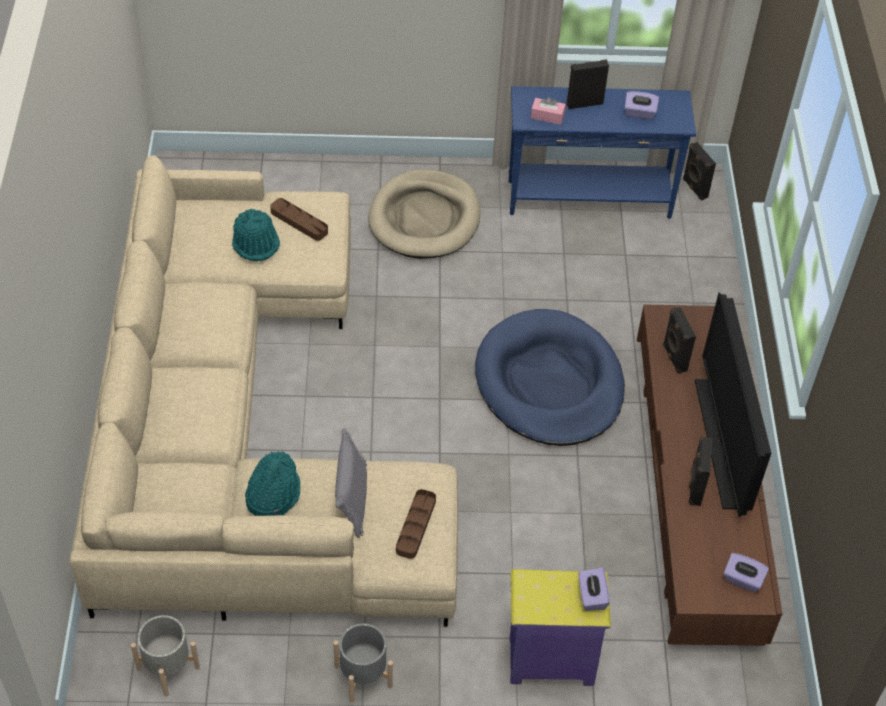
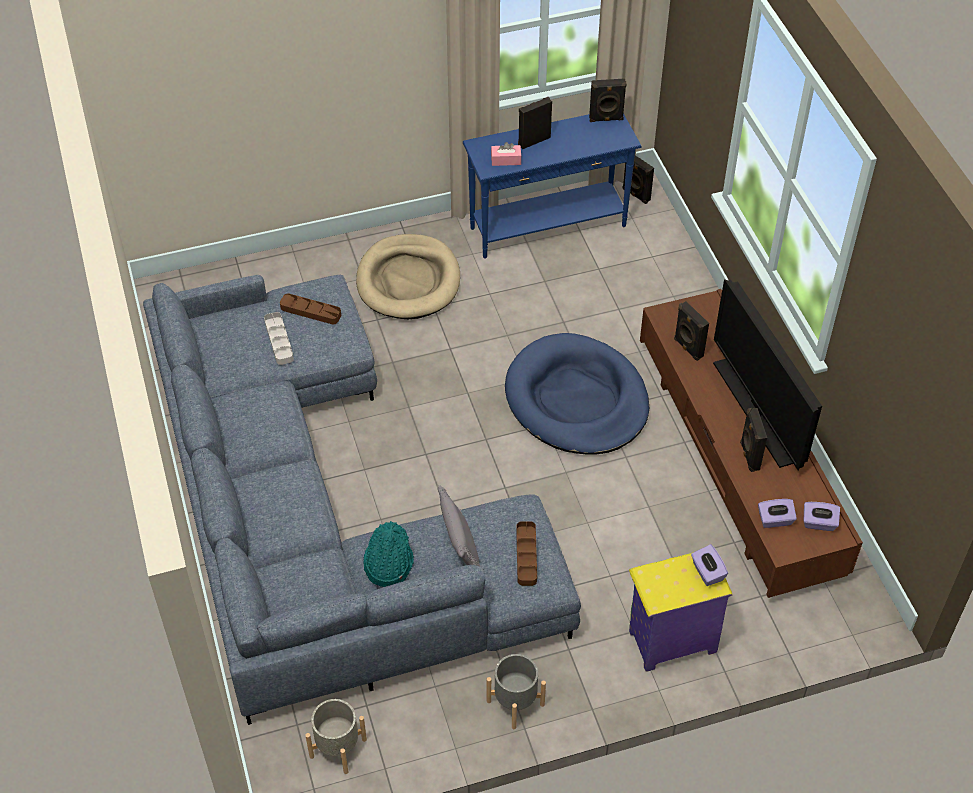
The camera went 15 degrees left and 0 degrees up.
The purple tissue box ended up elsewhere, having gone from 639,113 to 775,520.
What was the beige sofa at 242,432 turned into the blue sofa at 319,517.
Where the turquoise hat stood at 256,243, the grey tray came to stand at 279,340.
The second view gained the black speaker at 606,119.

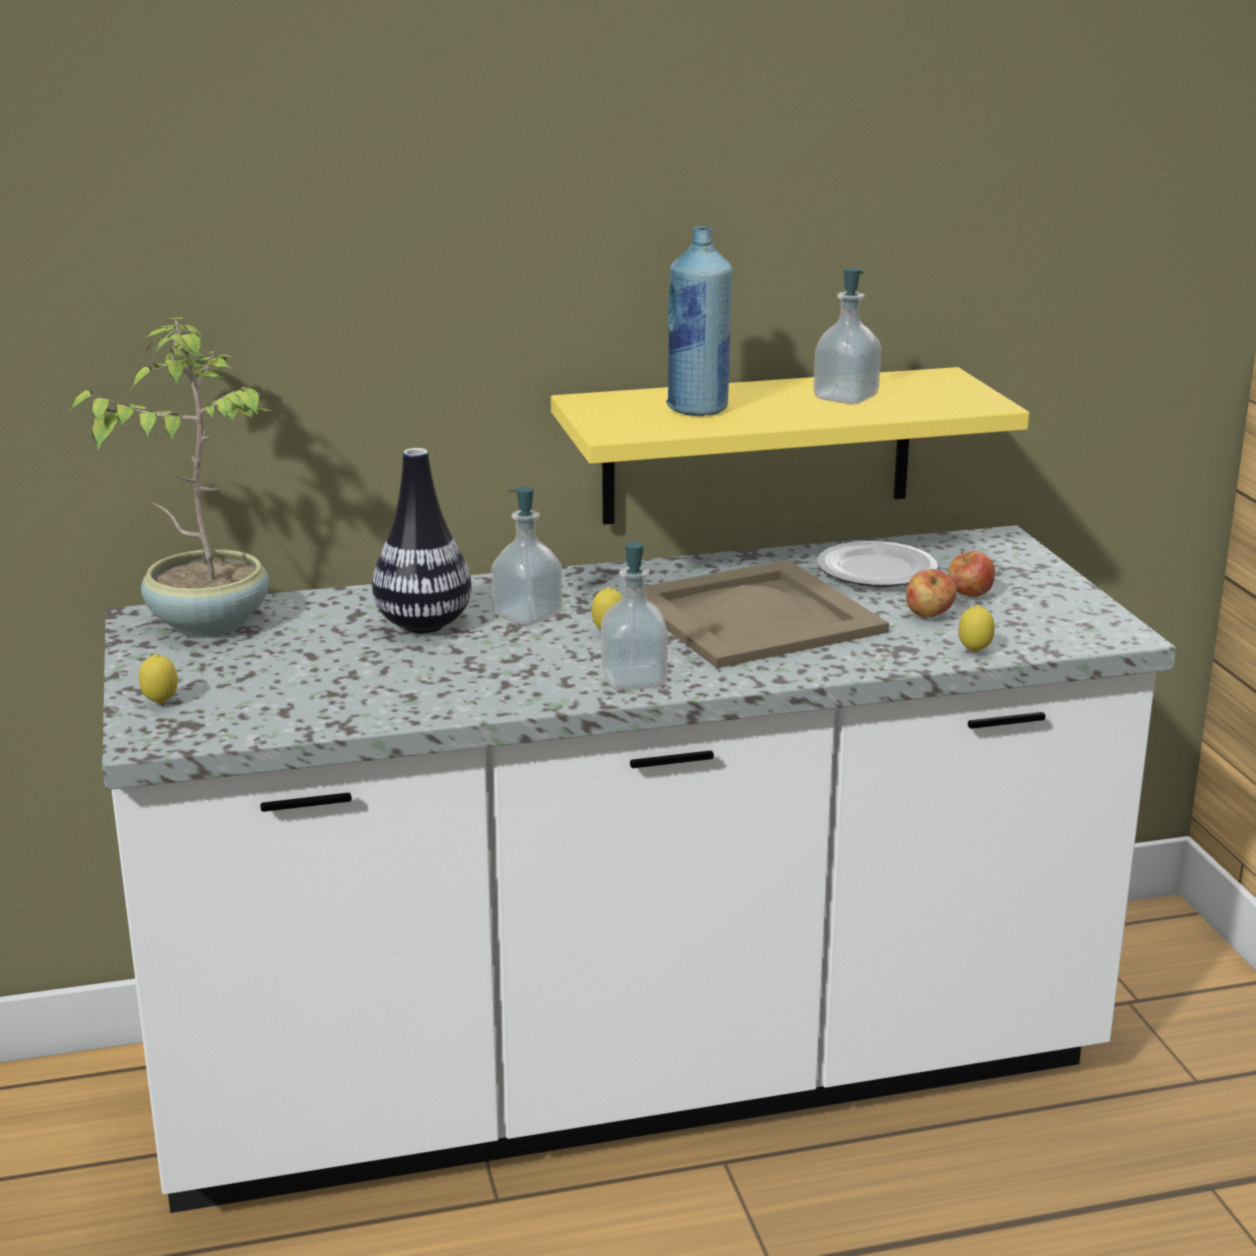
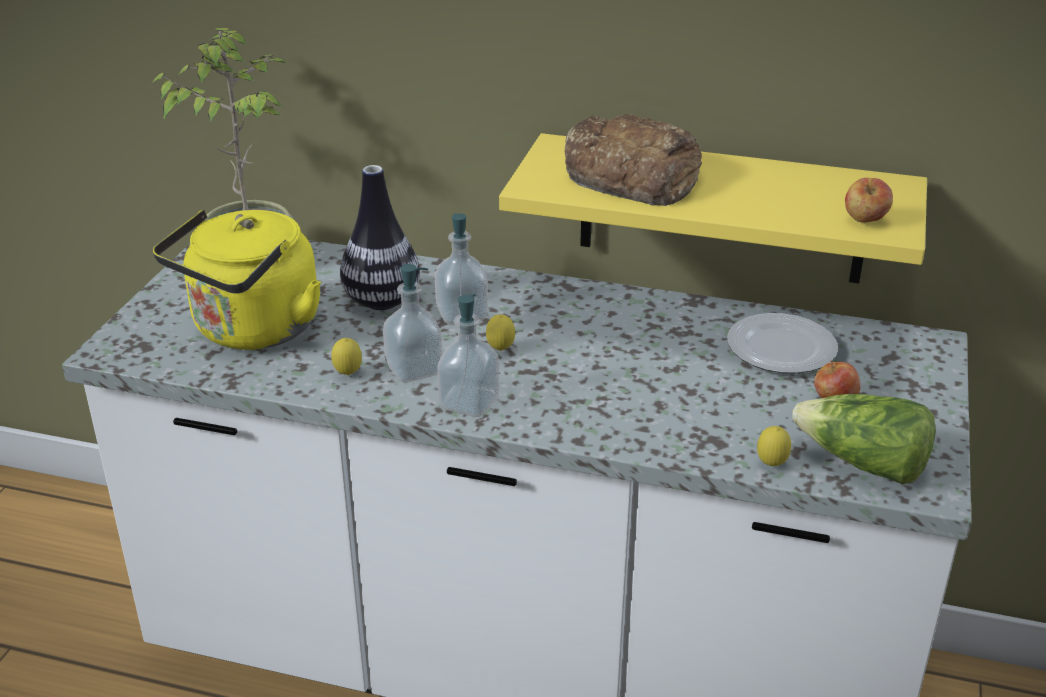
The camera went 30 degrees right and 10 degrees up.
Where the blue bottle stood at 698,409, the bread came to stand at 632,176.
The soap dispenser ended up elsewhere, having gone from 845,398 to 414,369.
The second view lost the beige tray at 757,615.
The apple ended up elsewhere, having gone from 928,616 to 864,221.
The lemon ended up elsewhere, having gone from 161,703 to 348,374.
The second view gained the yellow kettle at 252,331.
The second view gained the lettuce at 863,464.

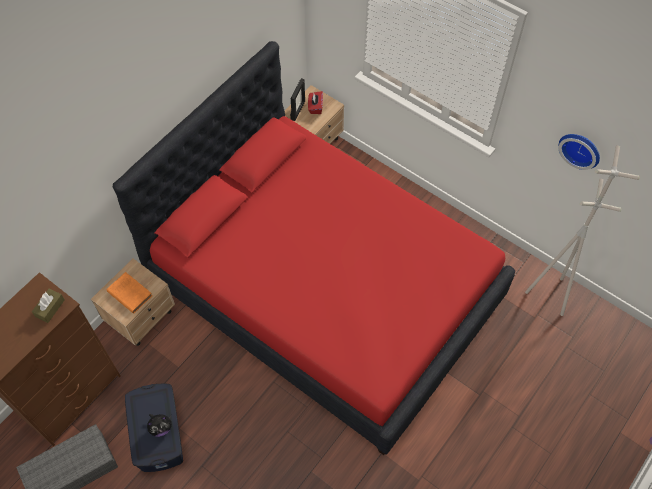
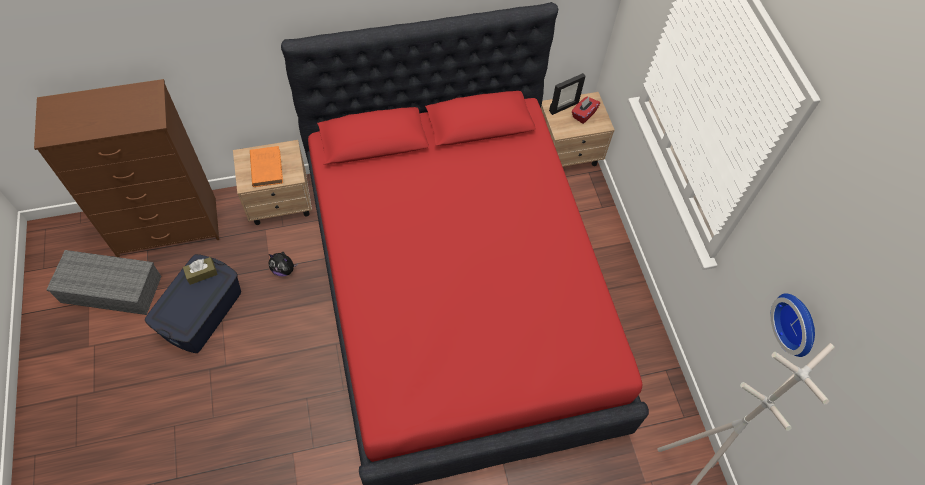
The camera went 35 degrees right and 0 degrees up.
The brown tissue box ended up elsewhere, having gone from 50,308 to 201,273.
The plush toy ended up elsewhere, having gone from 161,427 to 284,270.

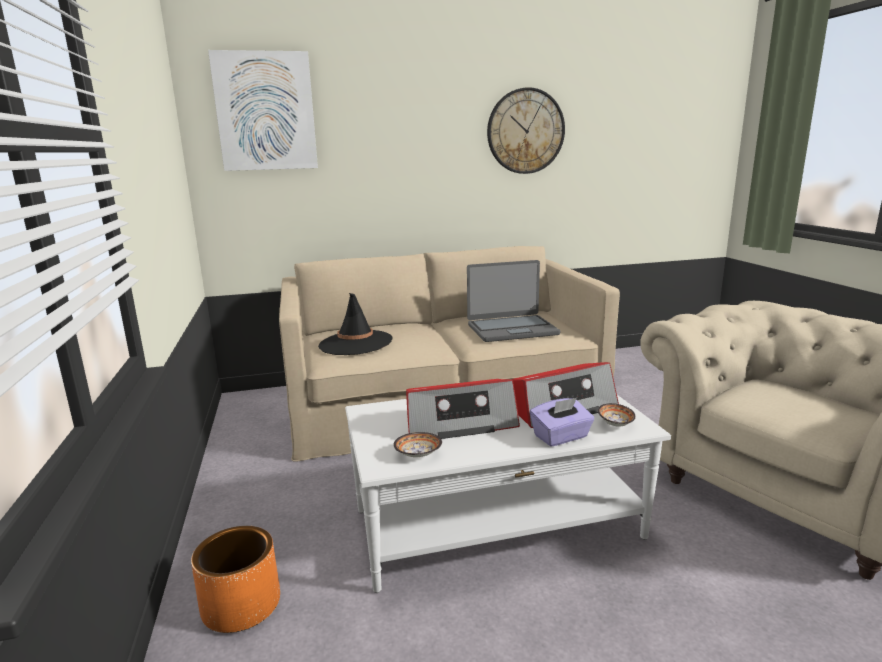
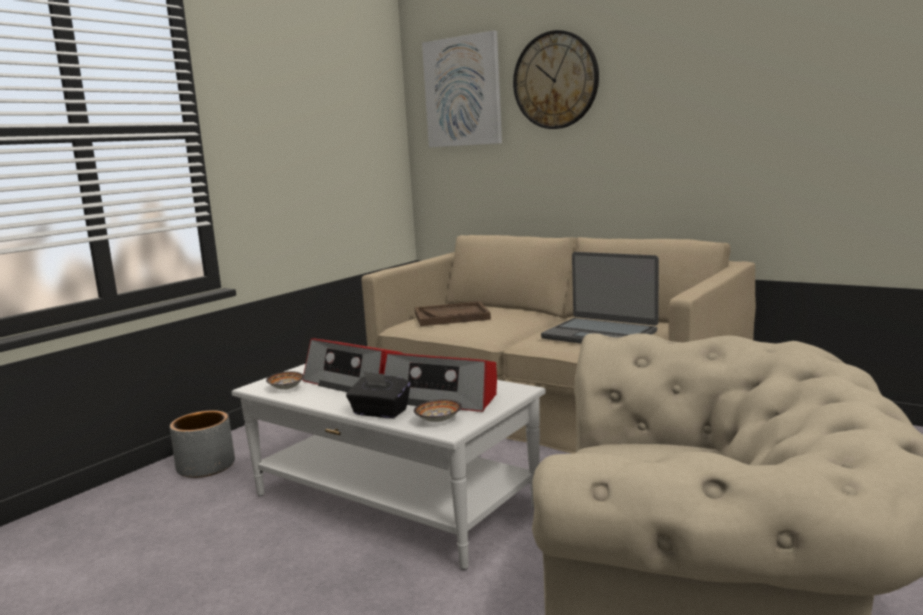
The camera went 50 degrees right and 5 degrees down.
The wall clock ended up elsewhere, having gone from 525,131 to 555,80.
Where the black hat stood at 355,343, the brown tray came to stand at 451,316.
What was the purple tissue box at 561,437 turned into the black tissue box at 380,412.
What was the orange planter at 241,605 turned into the grey planter at 206,466.

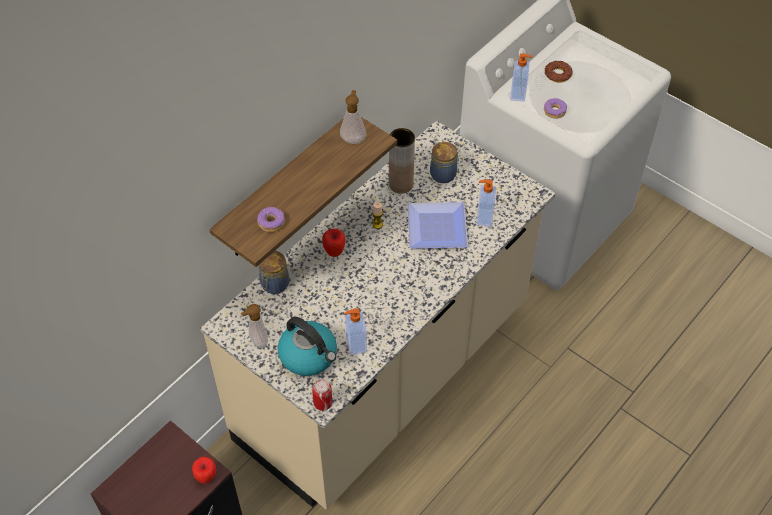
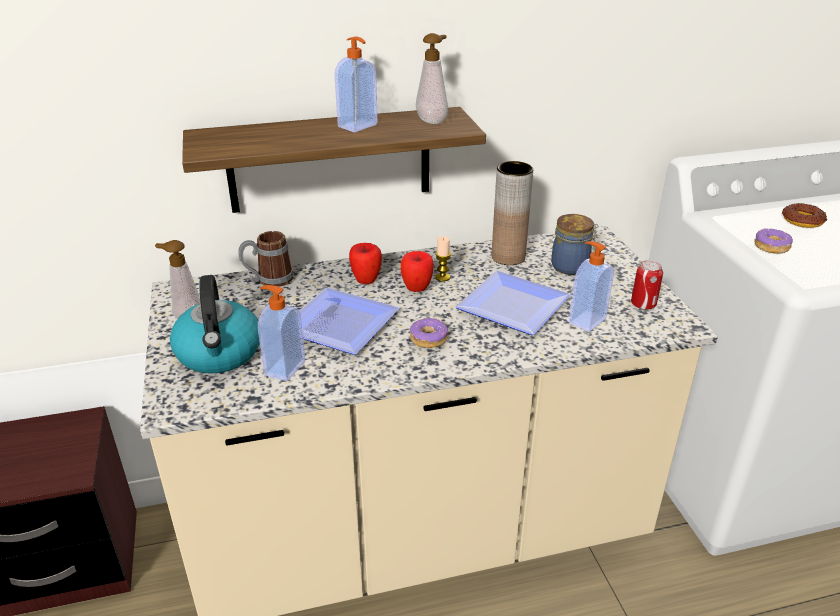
The camera went 35 degrees right and 20 degrees down.
The soap dispenser ended up elsewhere, having gone from 518,94 to 358,126.
The donut ended up elsewhere, having gone from 271,222 to 428,339.
Where the jar stood at 274,285, the mug came to stand at 268,280.
The can ended up elsewhere, having gone from 323,403 to 643,304.
The apple ended up elsewhere, having gone from 206,477 to 417,289.
The second view gained the plate at 335,325.

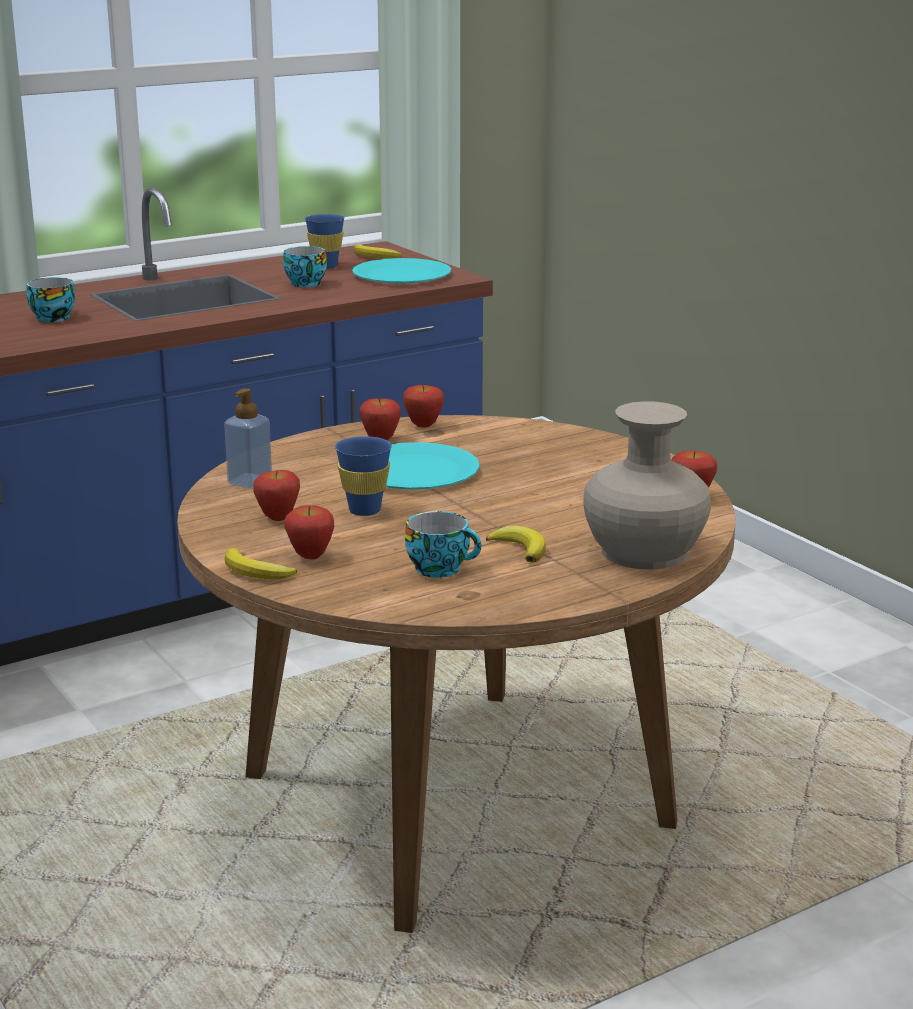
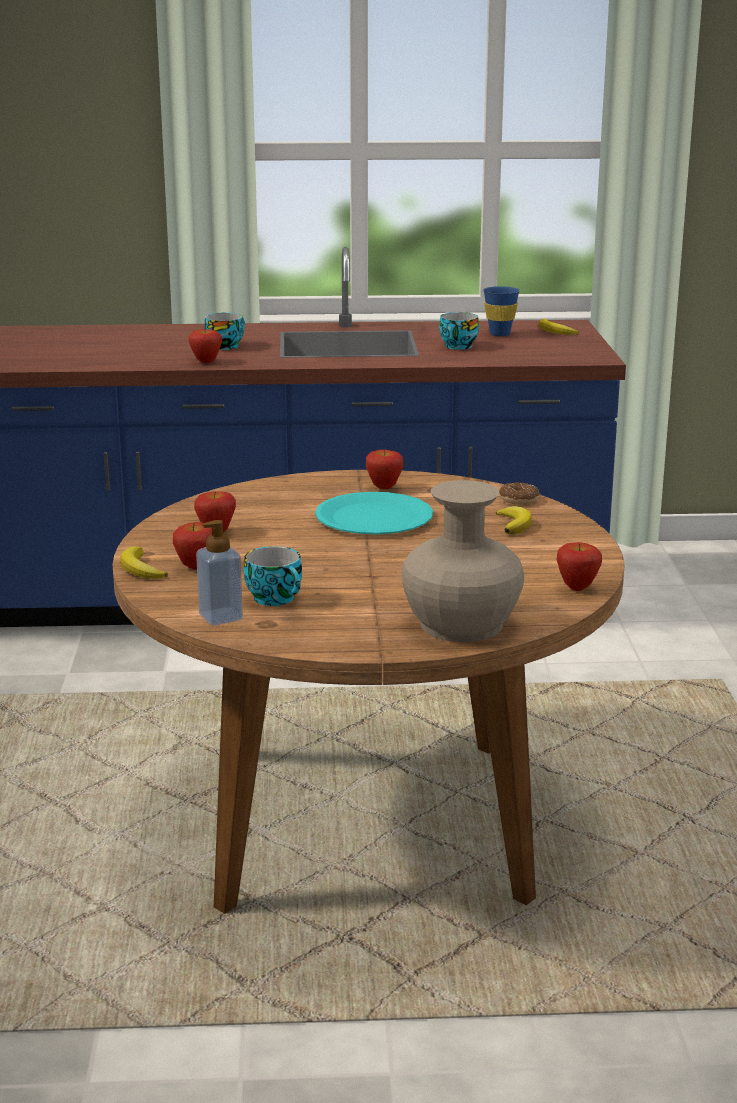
The camera went 30 degrees right and 0 degrees up.
The second view lost the turquoise plate at 401,275.
The apple ended up elsewhere, having gone from 423,426 to 206,362.
The soap dispenser ended up elsewhere, having gone from 250,482 to 221,617.
The second view lost the blue cup at 364,510.
The banana ended up elsewhere, having gone from 520,549 to 514,524.
The second view gained the donut at 518,500.

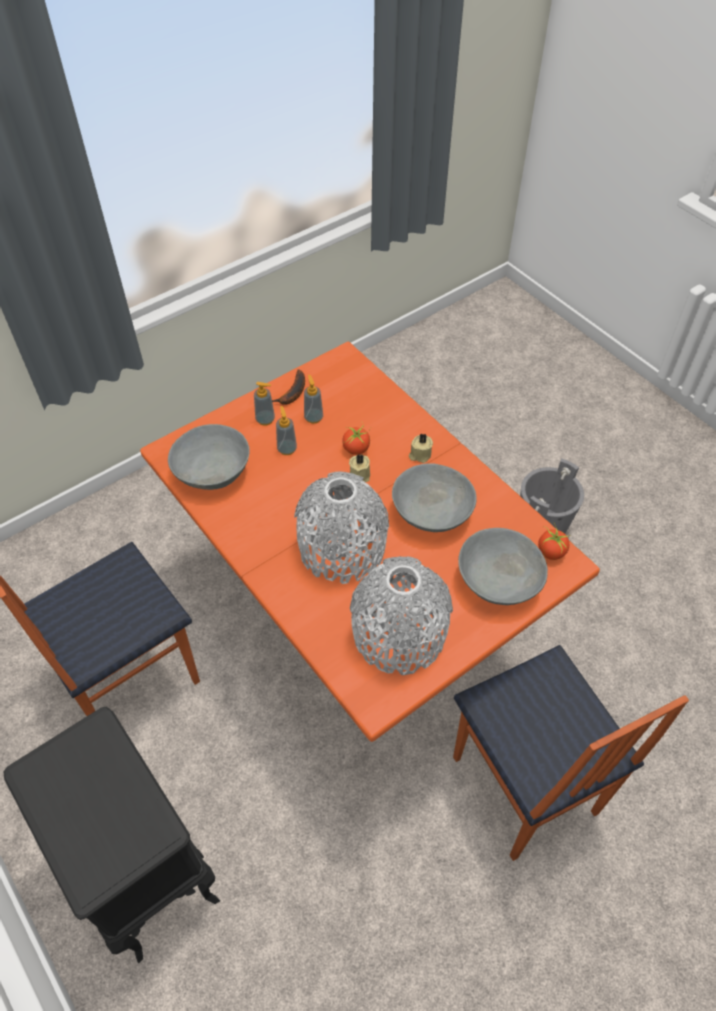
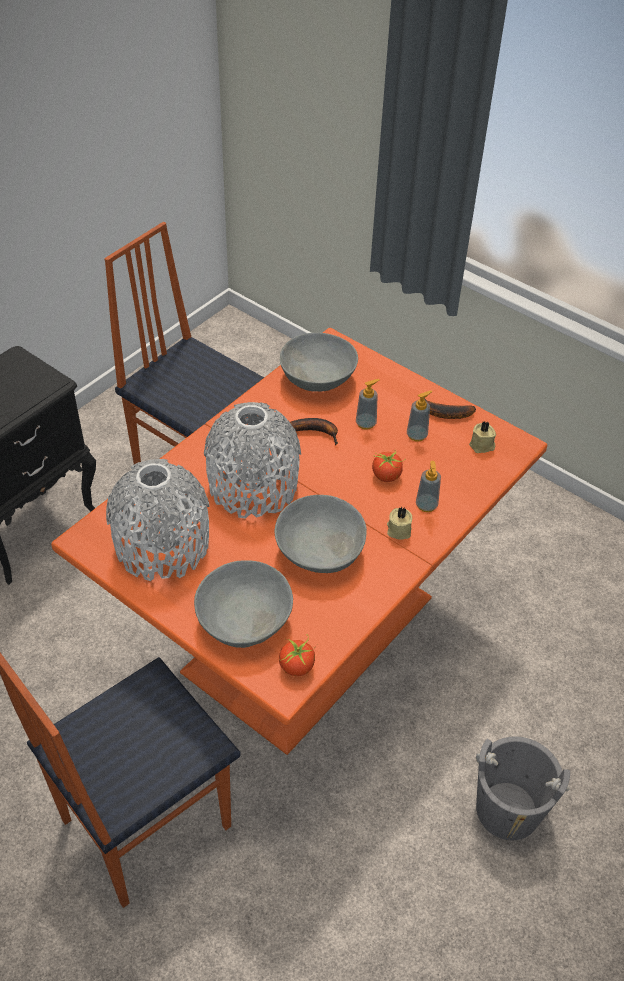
The camera went 75 degrees right and 5 degrees down.
The soap dispenser ended up elsewhere, having gone from 265,419 to 426,505.
The beige candle ended up elsewhere, having gone from 361,474 to 482,446.
The second view gained the banana at 315,432.

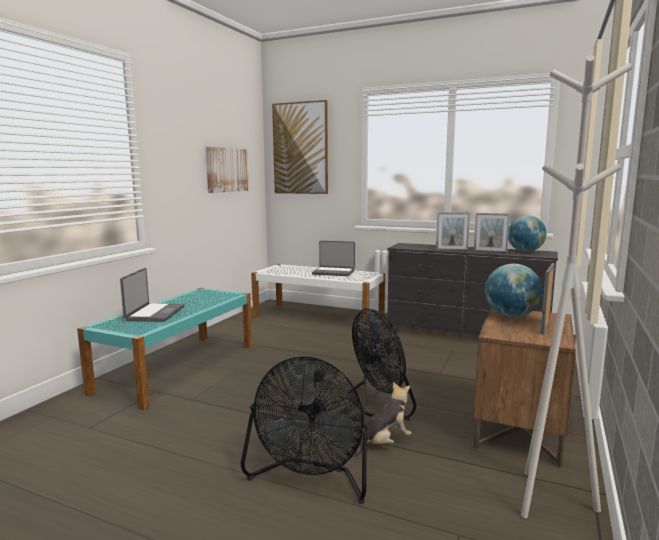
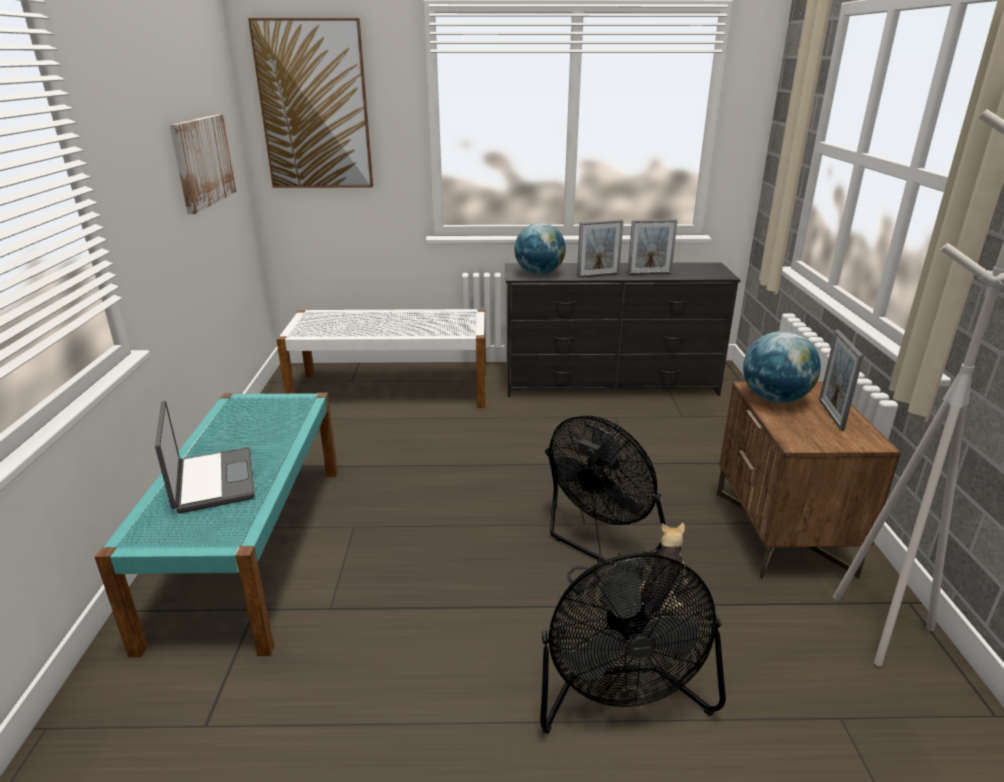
The camera went 25 degrees left and 15 degrees up.
The globe ended up elsewhere, having gone from 525,251 to 539,273.
The second view lost the laptop at 334,272.

